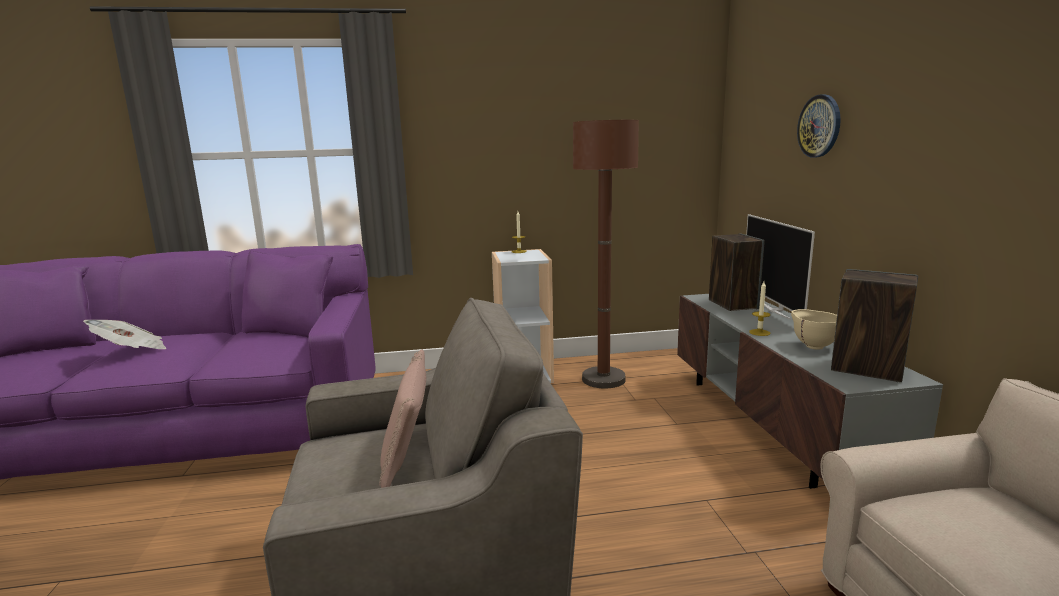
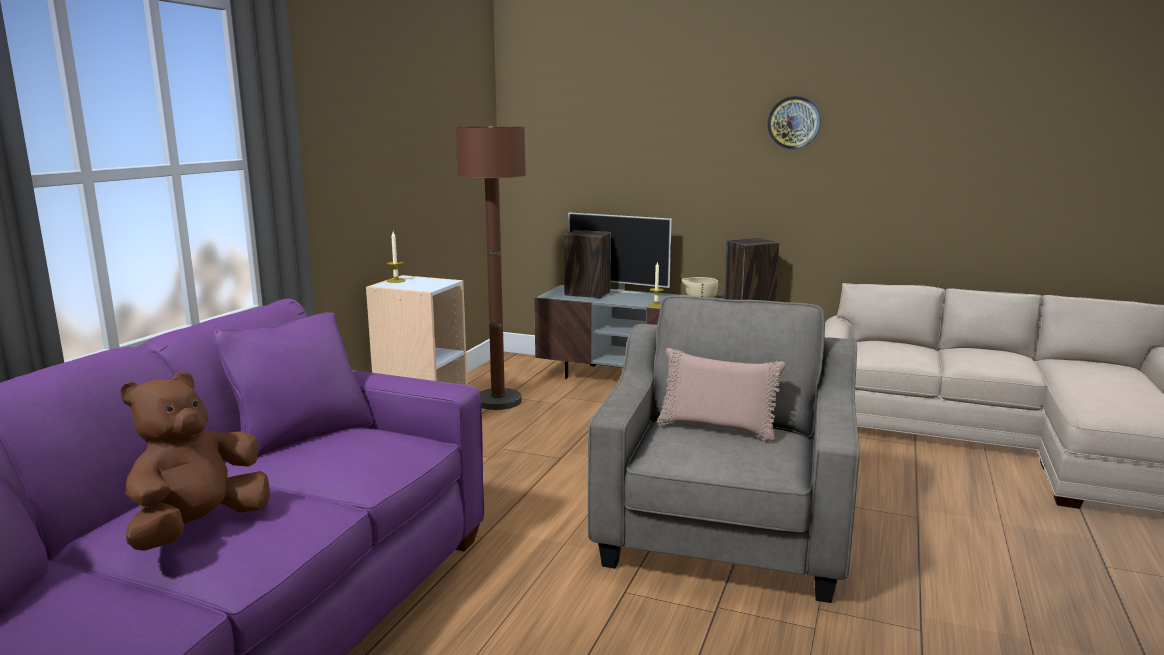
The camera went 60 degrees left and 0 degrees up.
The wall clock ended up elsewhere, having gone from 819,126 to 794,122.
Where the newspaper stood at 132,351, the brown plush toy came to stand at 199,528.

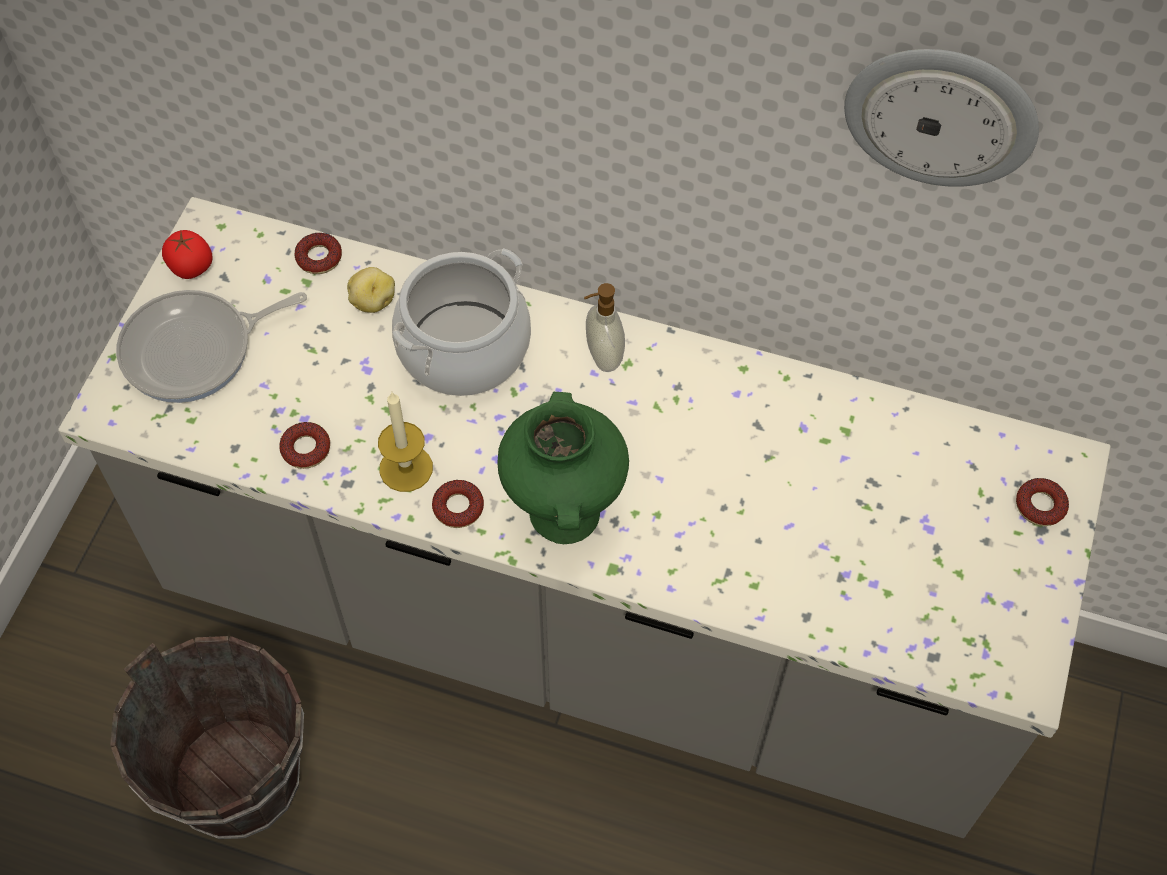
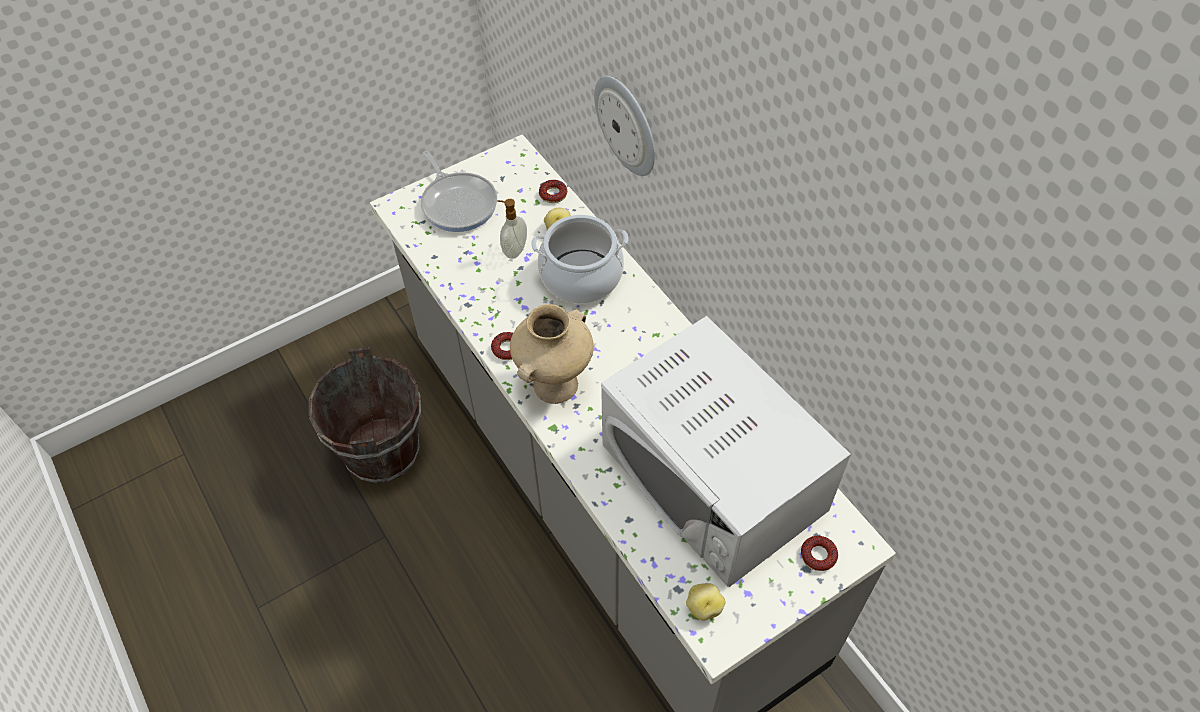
The camera went 40 degrees right and 5 degrees down.
The wall clock ended up elsewhere, having gone from 941,115 to 627,125.
The second view lost the tomato at 190,266.
The soap dispenser ended up elsewhere, having gone from 602,356 to 514,250.
The frying pan at 195,350 ended up facing another way, 135 degrees counterclockwise from before.
The second view lost the candle at 406,468.
What was the green vase at 562,511 turned into the beige vase at 555,383.
The second view lost the donut at 306,449.
The second view gained the white microwave at 713,477.
The second view gained the potato at 703,607.

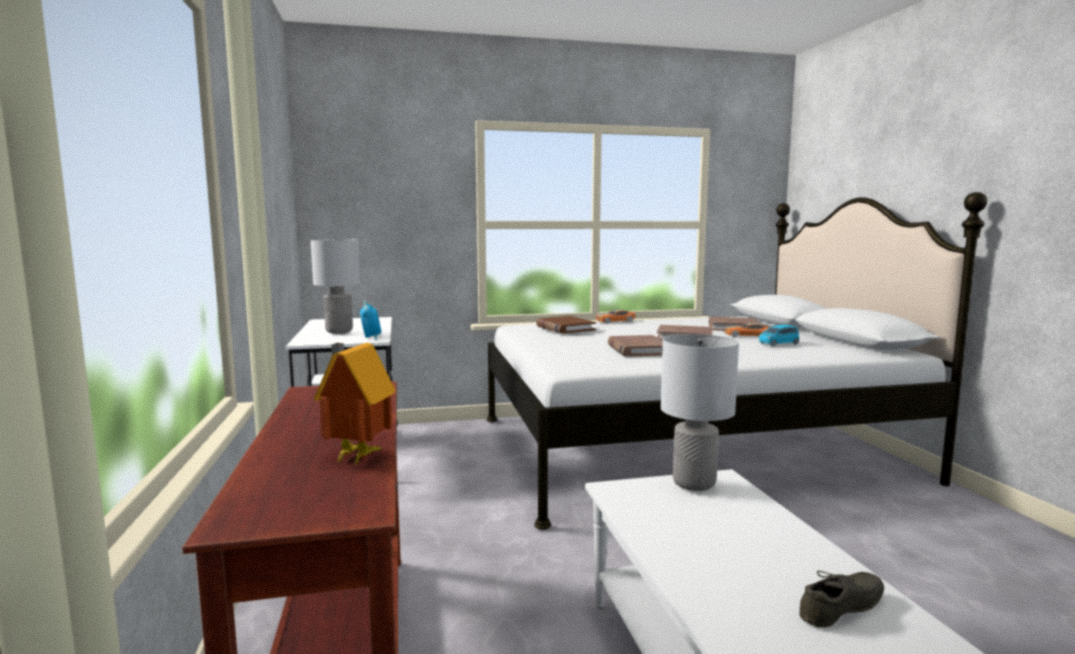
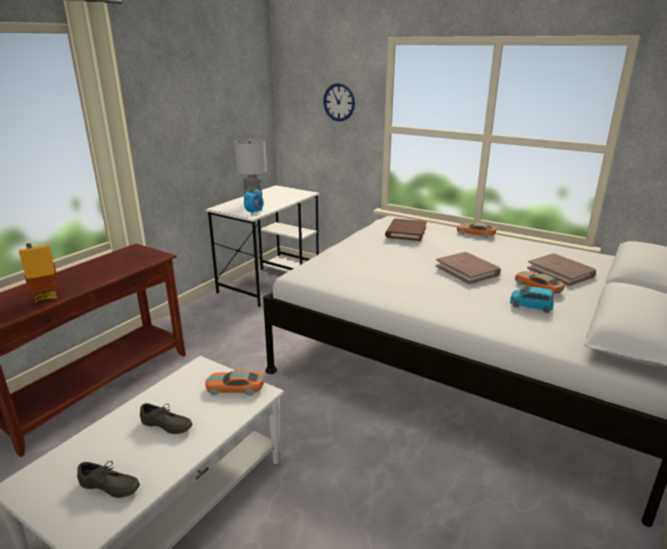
The camera went 45 degrees right and 15 degrees up.
Where the grey table lamp stood at 694,486, the toy car came to stand at 235,388.
The second view lost the brown book at 638,349.
The second view gained the wall clock at 339,102.
The second view gained the grey shoe at 165,427.

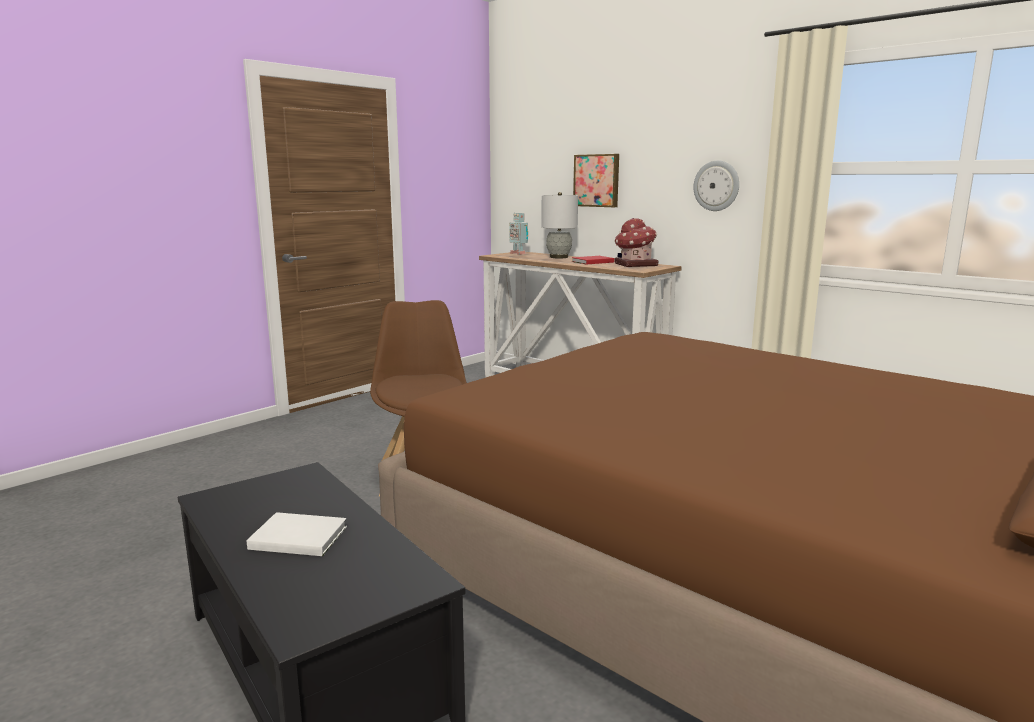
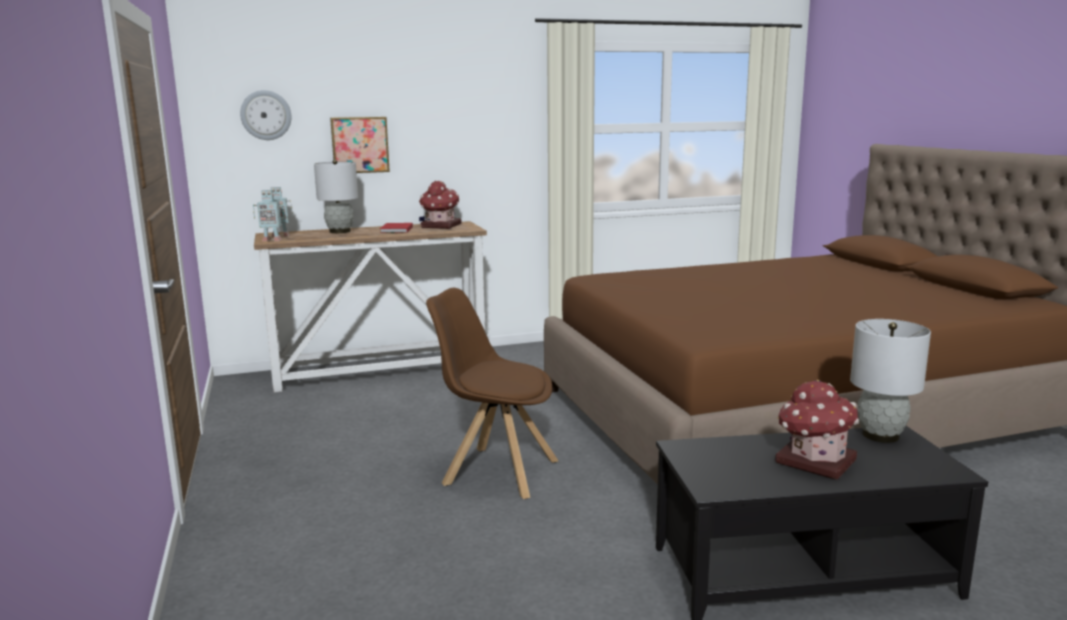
The camera went 60 degrees left and 0 degrees up.
The wall clock ended up elsewhere, having gone from 716,186 to 266,115.
Where the white book stood at 297,537, the toy house came to stand at 814,461.
The second view gained the toy robot at 271,240.
The second view gained the white table lamp at 880,435.

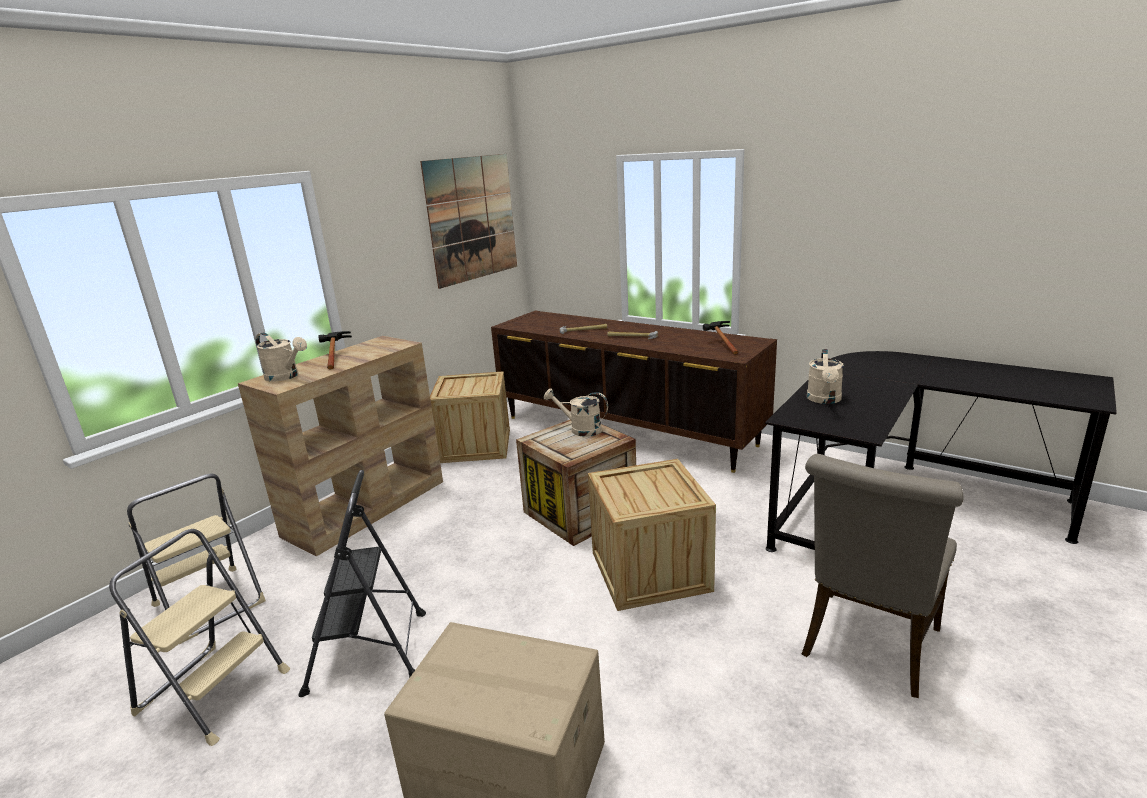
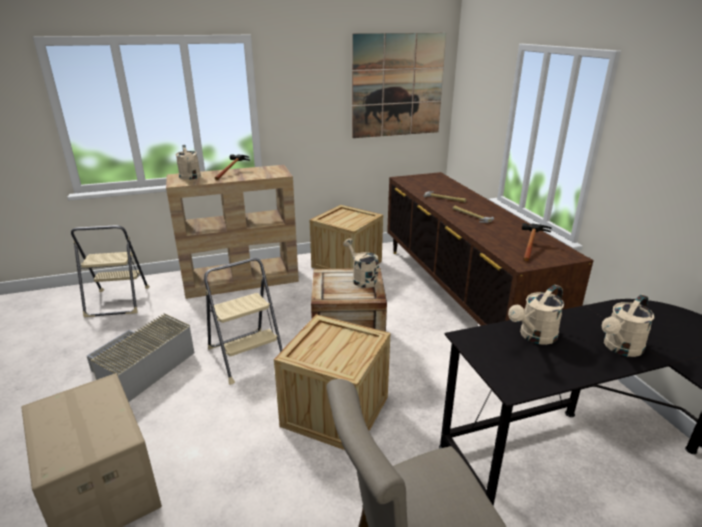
The camera went 35 degrees right and 5 degrees up.
Where the black step ladder stood at 371,650, the grey storage box came to stand at 140,369.
The beige step ladder ended up elsewhere, having gone from 209,689 to 245,353.
The second view gained the beige watering can at 620,348.

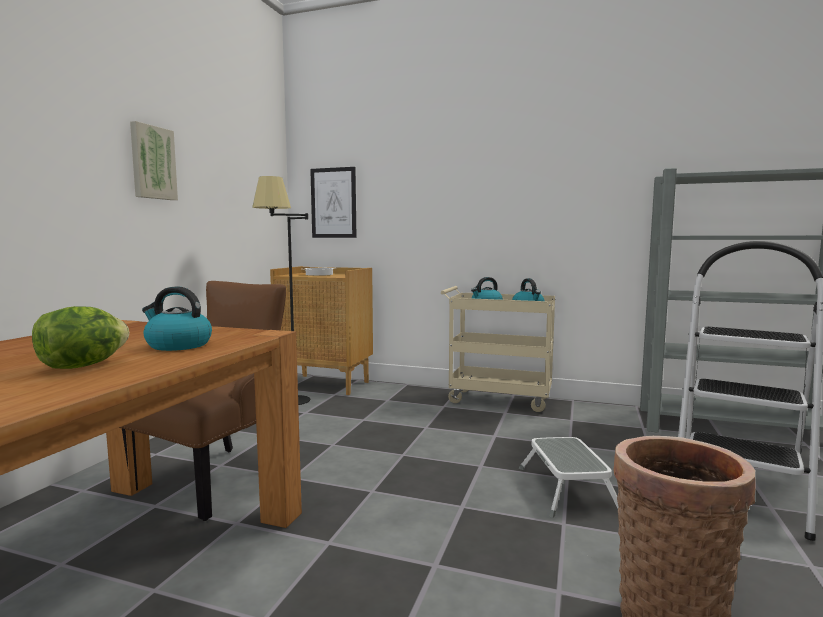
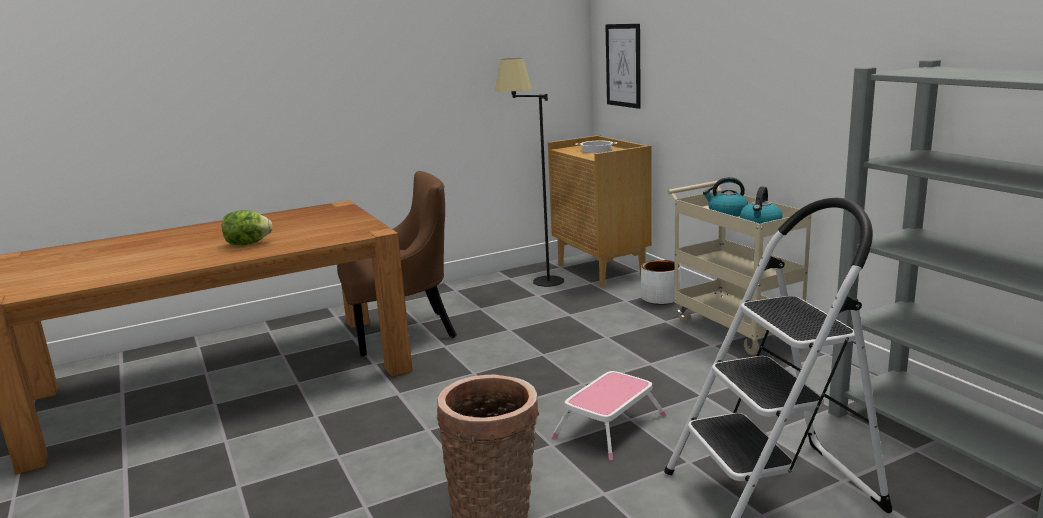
The camera went 45 degrees right and 10 degrees up.
The second view lost the picture at 152,163.
The second view lost the kettle at 177,345.
What was the grey step ladder at 566,489 turned into the pink step ladder at 609,426.
The second view gained the white planter at 661,298.

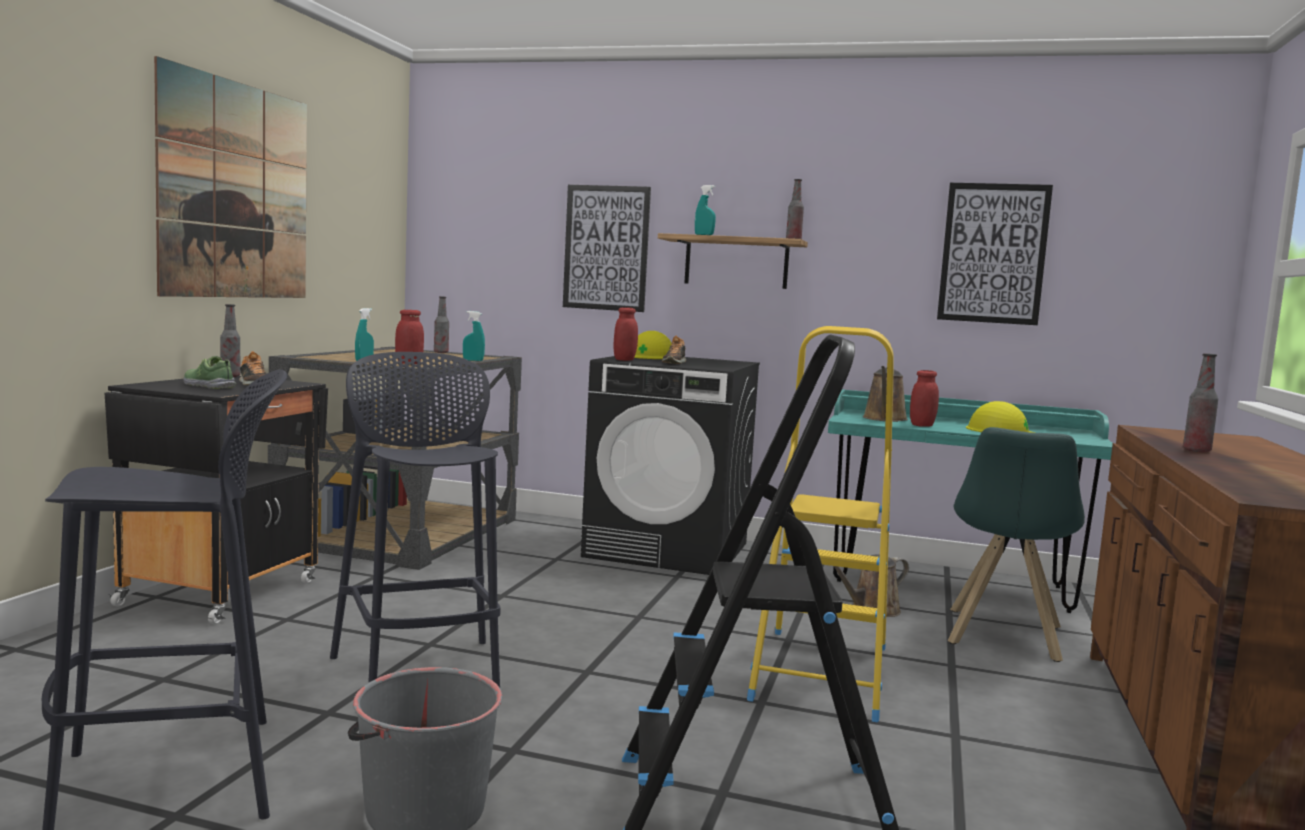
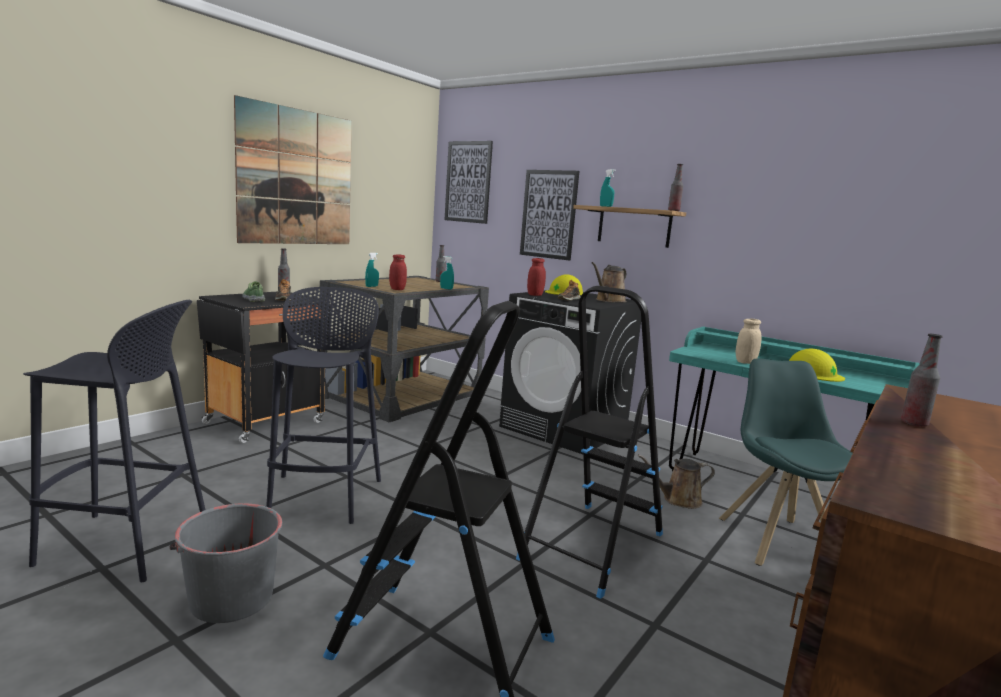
The camera went 20 degrees right and 5 degrees up.
The picture ended up elsewhere, having gone from 993,253 to 468,182.
What was the yellow step ladder at 821,670 turned into the black step ladder at 594,544.
The brown watering can ended up elsewhere, having gone from 884,419 to 609,300.
What was the red jar at 922,425 turned into the beige jar at 745,362.
The turquoise chair at 1003,635 ended up facing another way, 135 degrees clockwise from before.

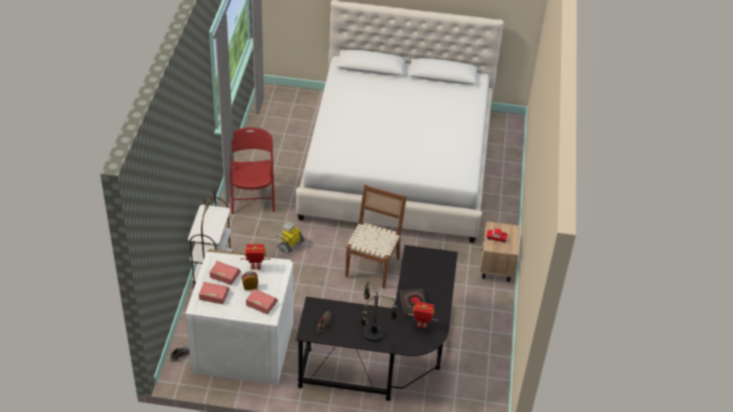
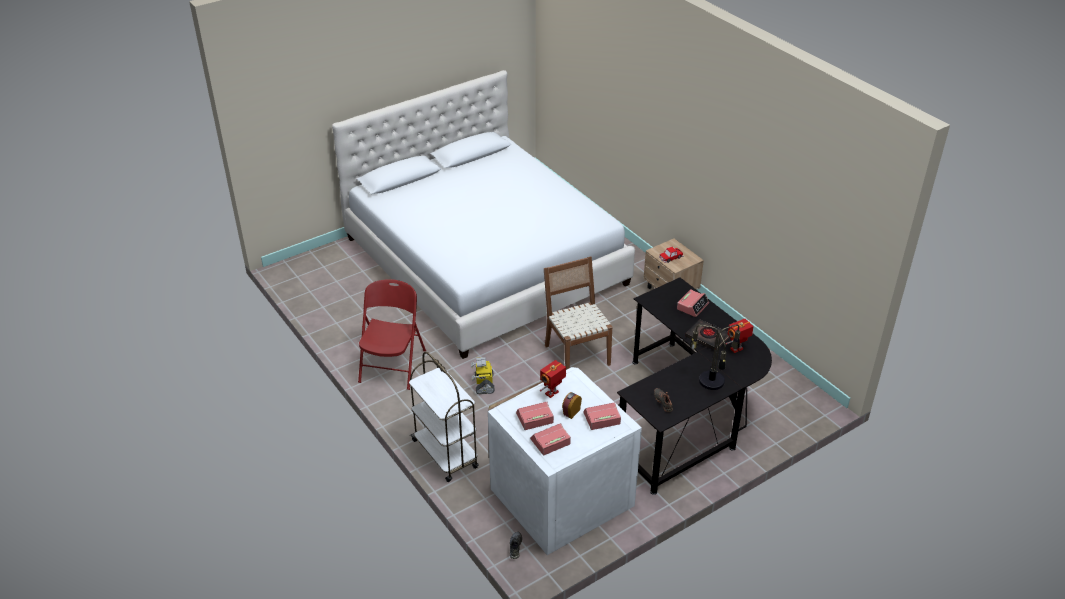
The camera went 40 degrees left and 5 degrees down.
The red chair at 252,196 ended up facing another way, 60 degrees clockwise from before.
The second view gained the alarm clock at 692,306.

